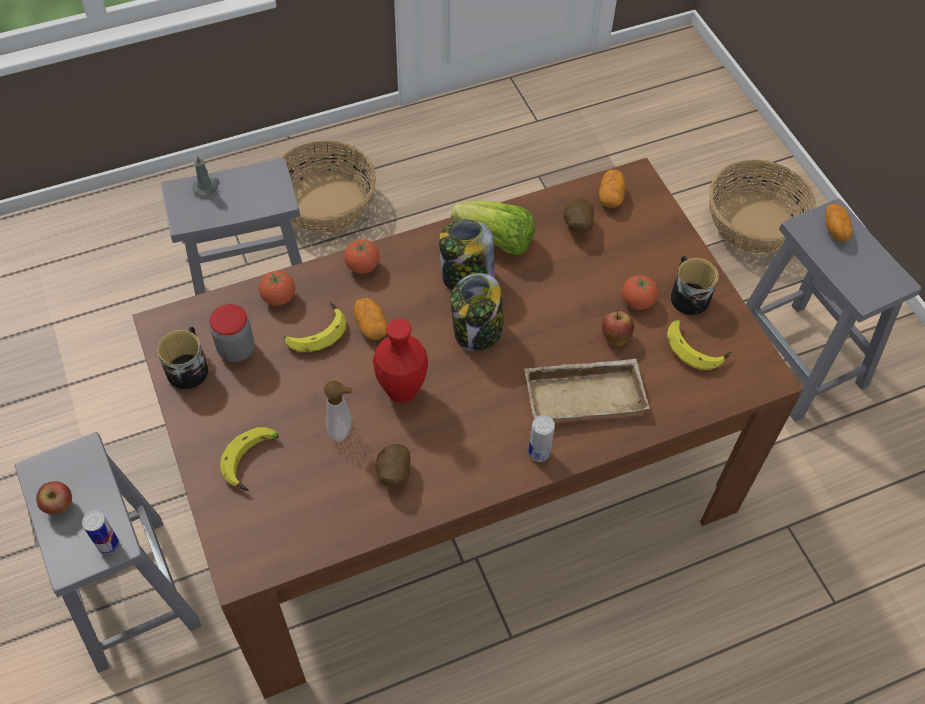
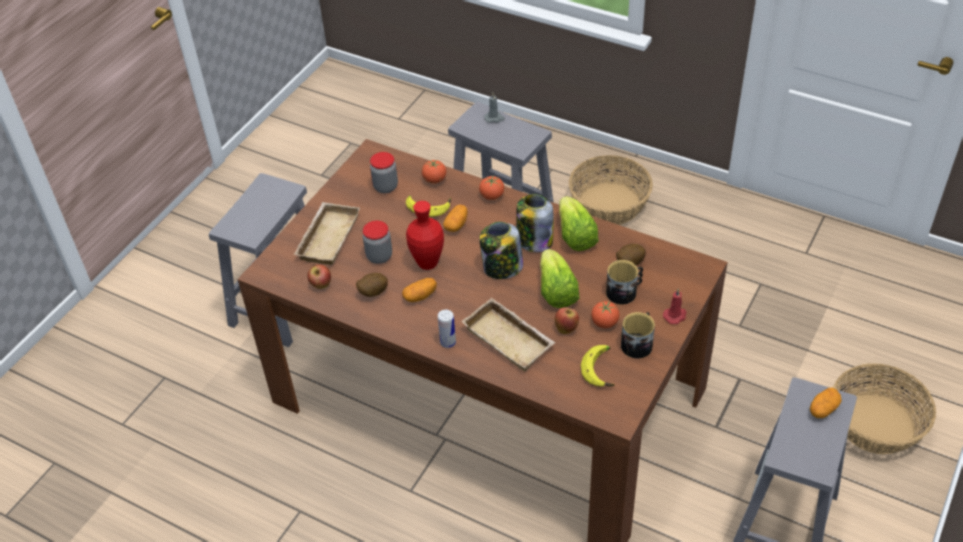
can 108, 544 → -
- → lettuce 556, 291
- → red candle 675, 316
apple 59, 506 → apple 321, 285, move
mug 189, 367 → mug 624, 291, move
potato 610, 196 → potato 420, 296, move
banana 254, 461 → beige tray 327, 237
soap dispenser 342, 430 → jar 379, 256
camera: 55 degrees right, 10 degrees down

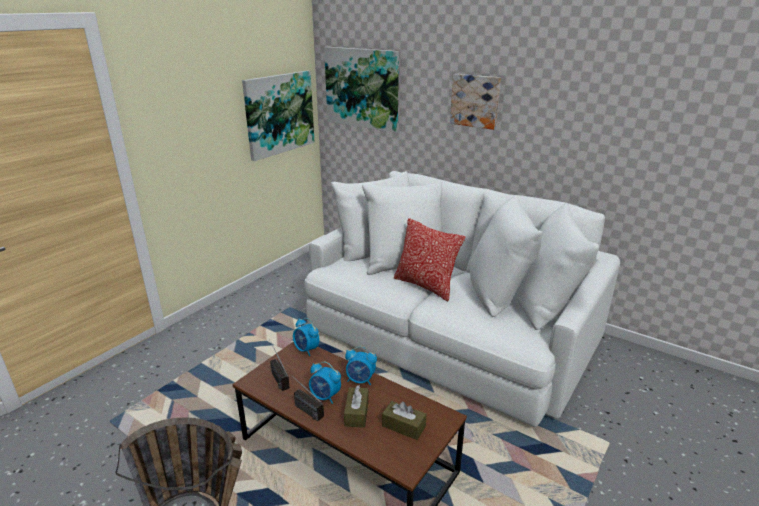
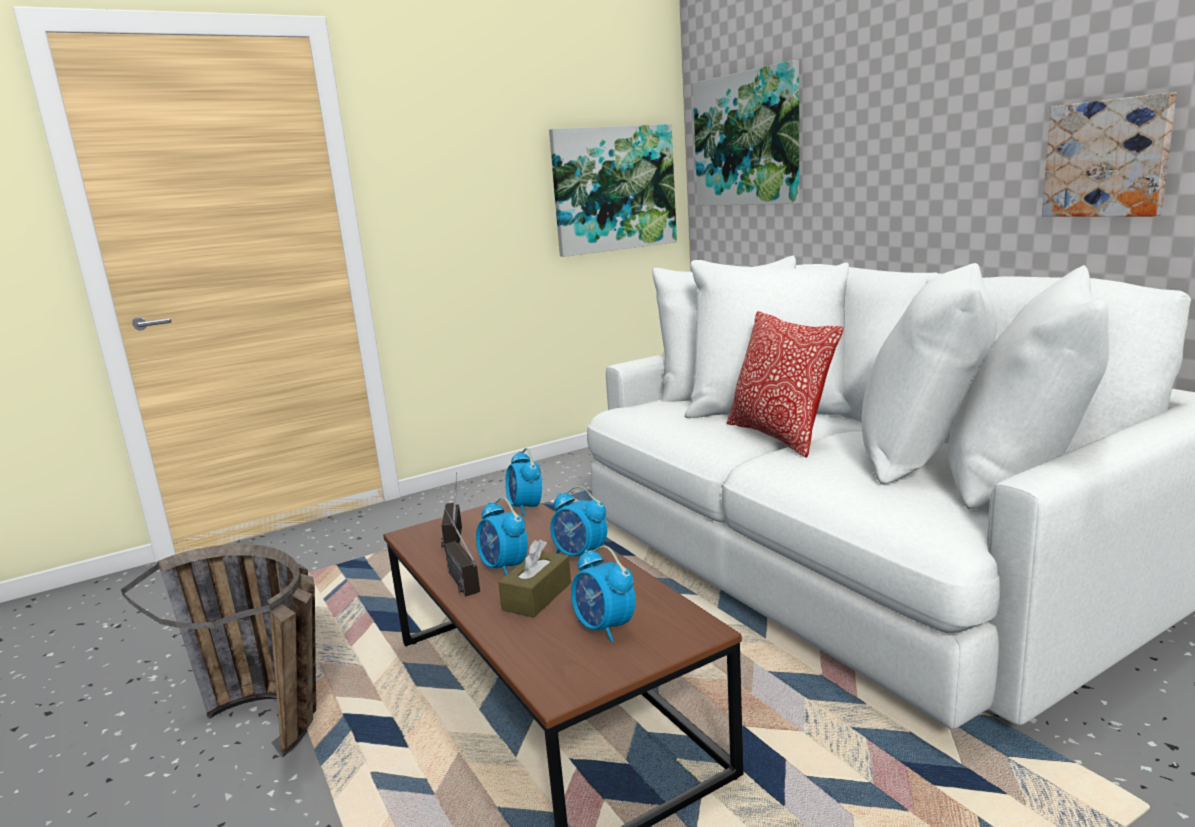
picture 475, 101 → picture 1108, 158, move
brown tissue box 403, 426 → alarm clock 604, 628
camera: 25 degrees right, 10 degrees down

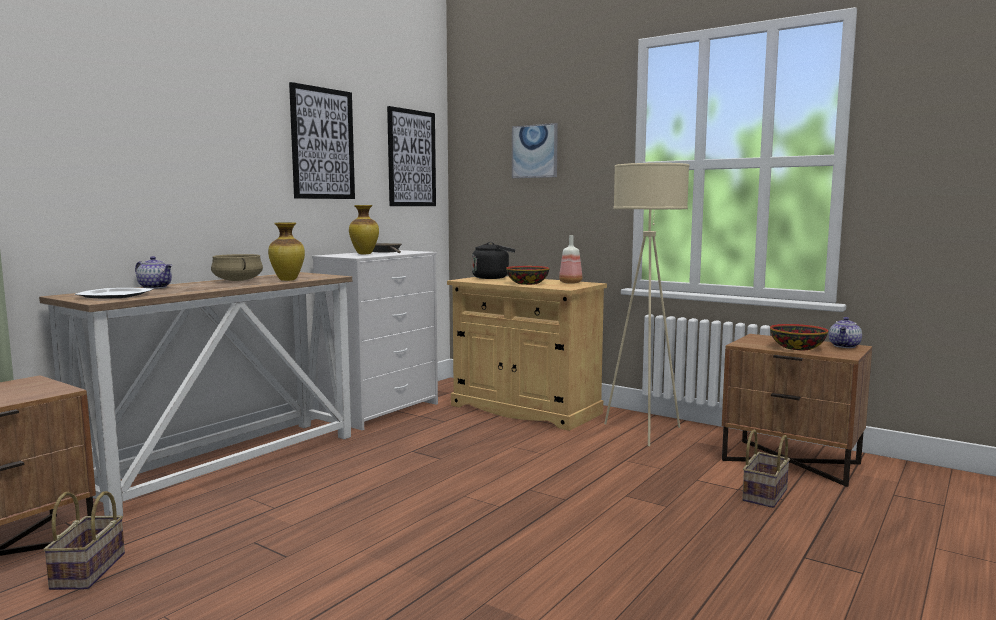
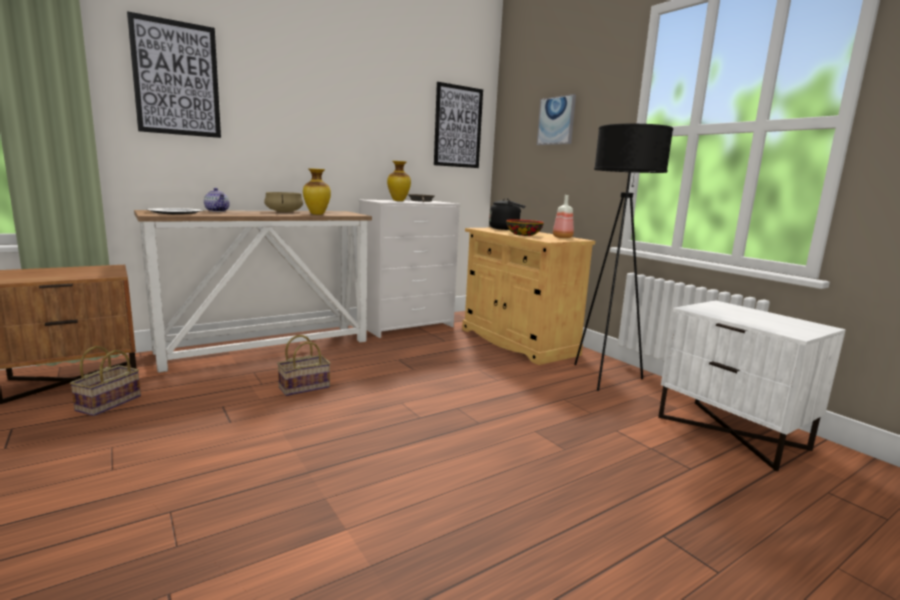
bowl 797, 348 → -
teapot 845, 346 → -
picture 322, 143 → picture 176, 79, move
basket 764, 494 → basket 305, 387, move
beige floor lamp 643, 432 → black floor lamp 604, 377
brown nightstand 791, 461 → white nightstand 732, 432
camera: 20 degrees right, 5 degrees up

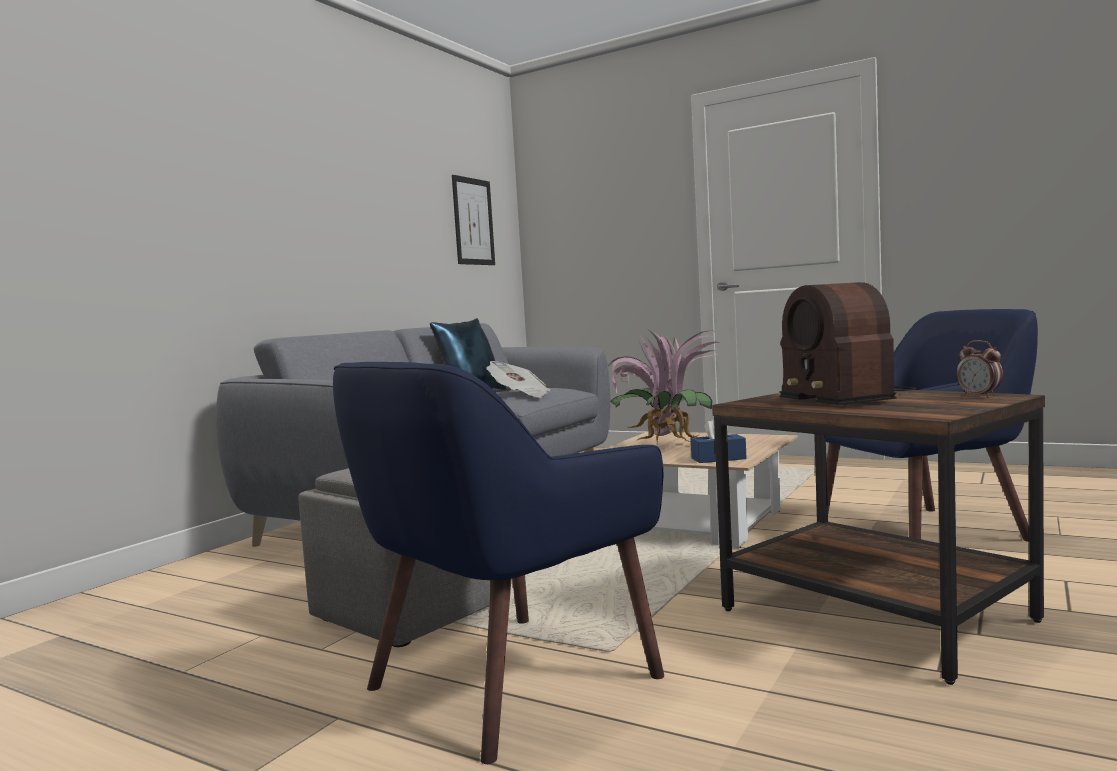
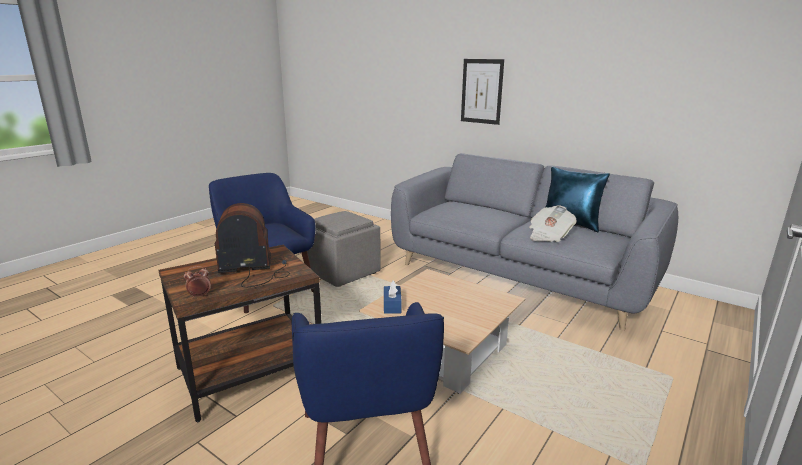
potted plant 664, 448 → -
picture 473, 221 → picture 481, 91, move
camera: 95 degrees right, 15 degrees up

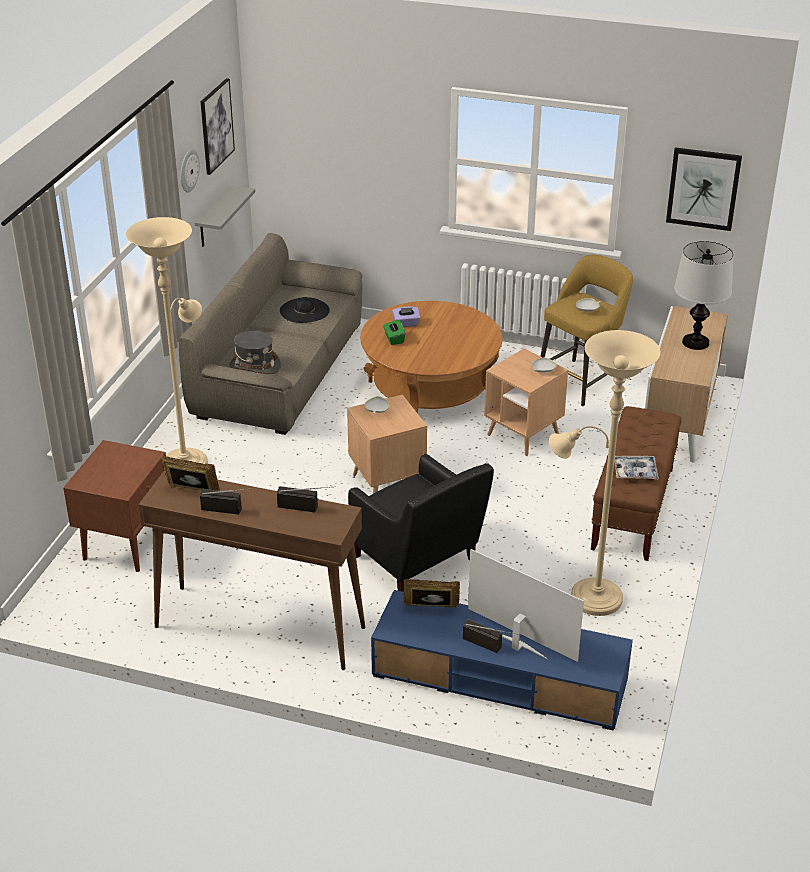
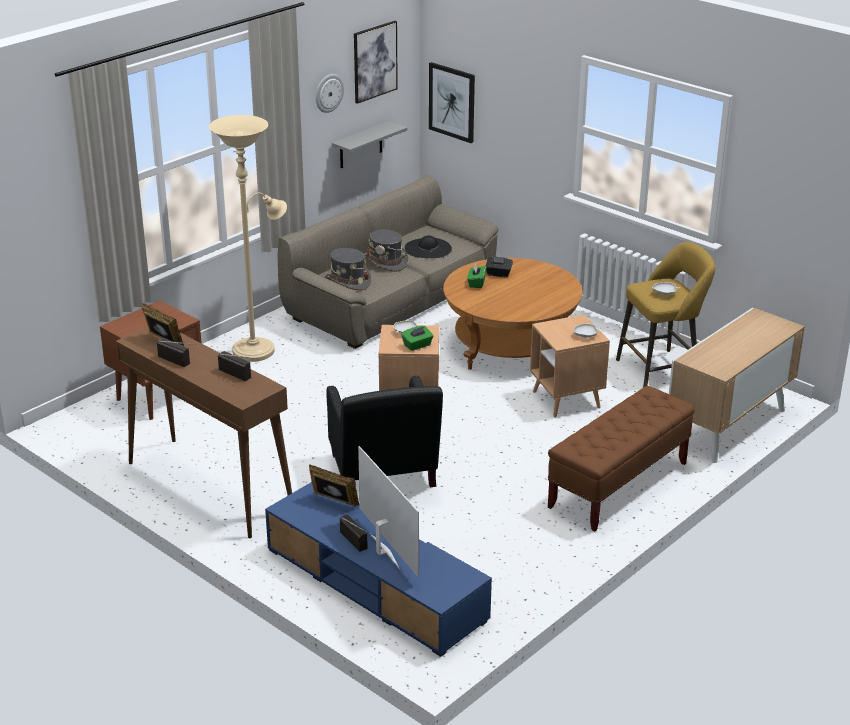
beige floor lamp 589, 596 → -
tray 635, 472 → -
table lamp 695, 343 → -
- → grey hat 386, 262
- → green tissue box 417, 345
picture 703, 188 → picture 452, 102, move
purple tissue box 406, 324 → black tissue box 498, 274
camera: 25 degrees right, 5 degrees down

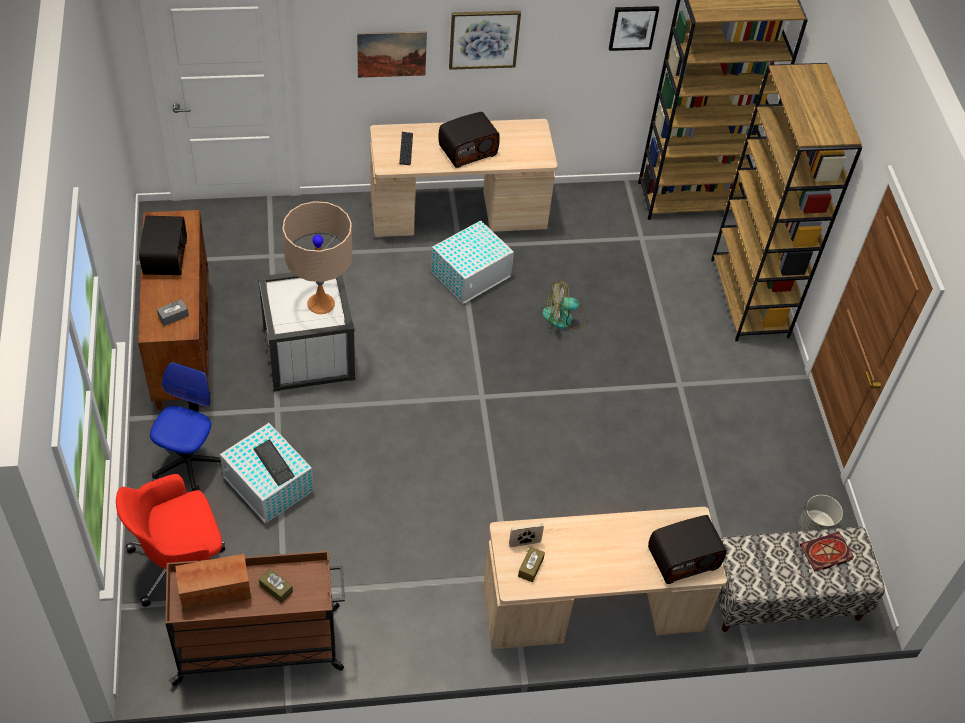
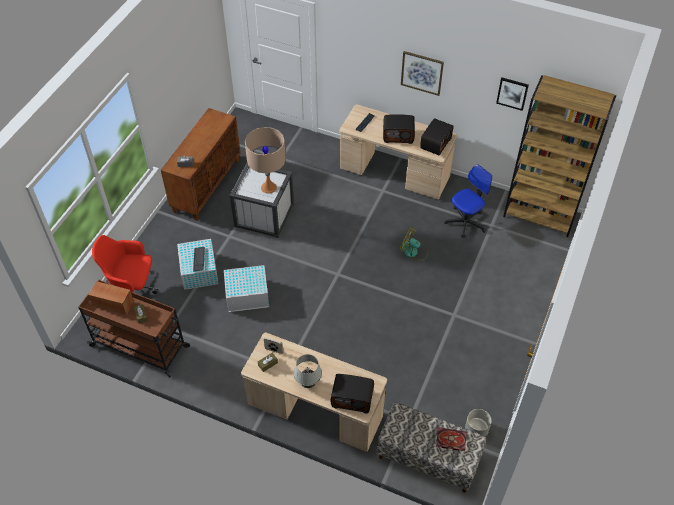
picture 391, 54 → -
brown bookcase 750, 298 → -
- → white table lamp 308, 384
radio 164, 256 → radio 435, 143, move
office chair 189, 461 → office chair 465, 222, move
white storage box 471, 274 → white storage box 248, 295, move
camera: 35 degrees right, 0 degrees up

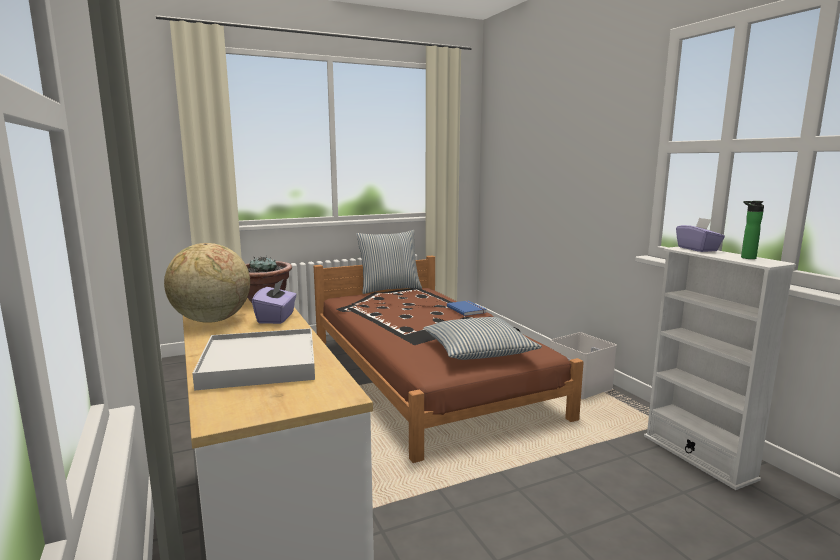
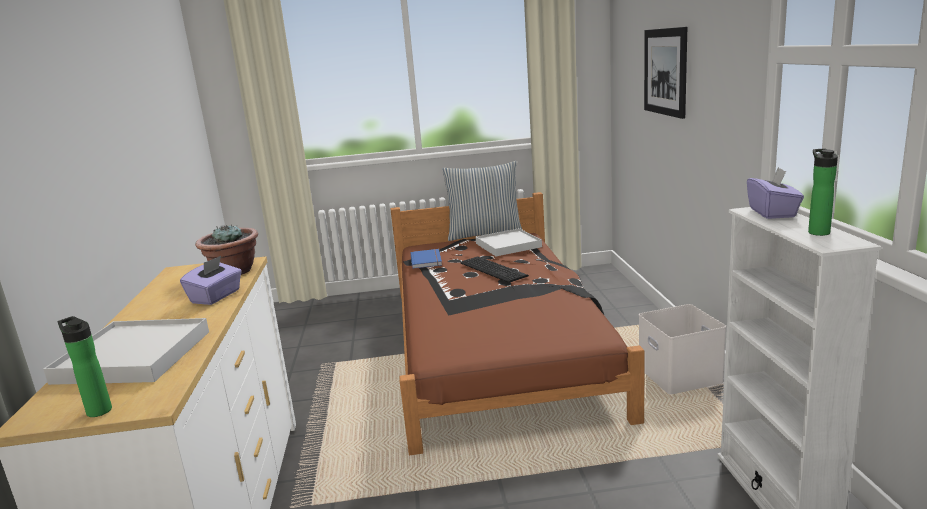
globe 211, 320 → -
pillow 478, 350 → -
- → bottle 97, 410
- → keyboard 493, 269
- → white tray 508, 245
- → picture 665, 71
blue book 467, 309 → blue book 427, 260, move
camera: 20 degrees right, 5 degrees up

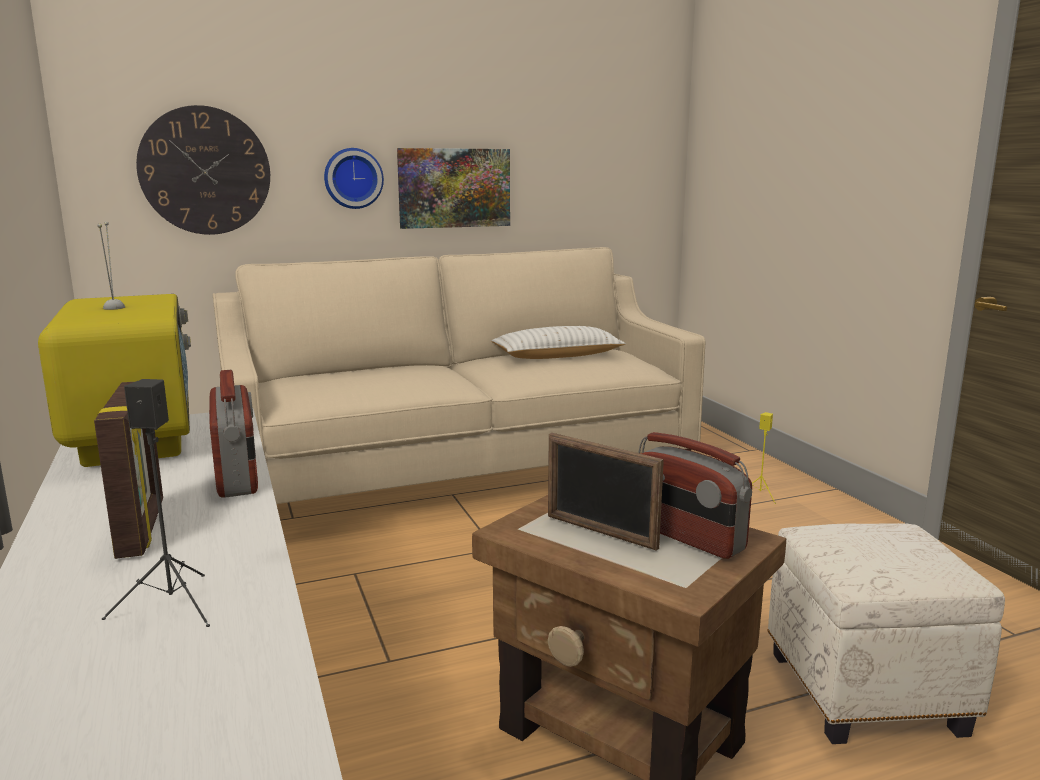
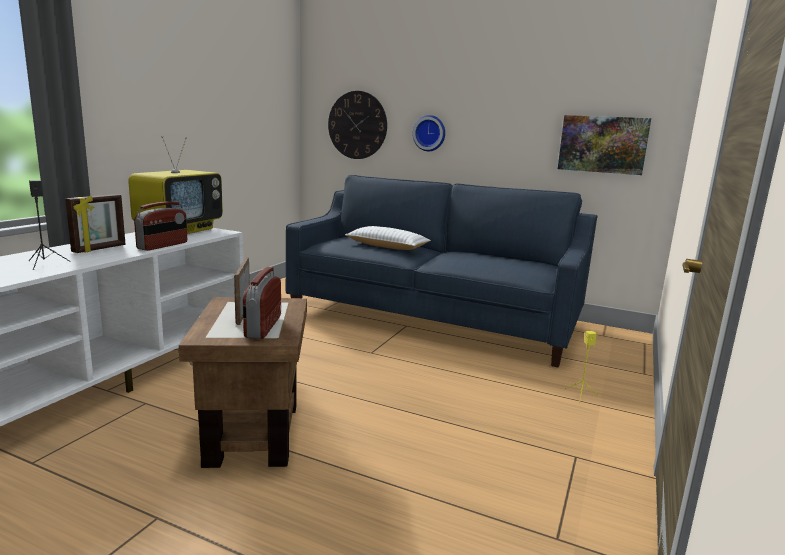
white ottoman 867, 694 → -
picture 454, 188 → picture 602, 144, move
white pillow 557, 356 → white pillow 387, 247, move
beige sofa 459, 470 → blue sofa 434, 317
camera: 45 degrees right, 0 degrees up

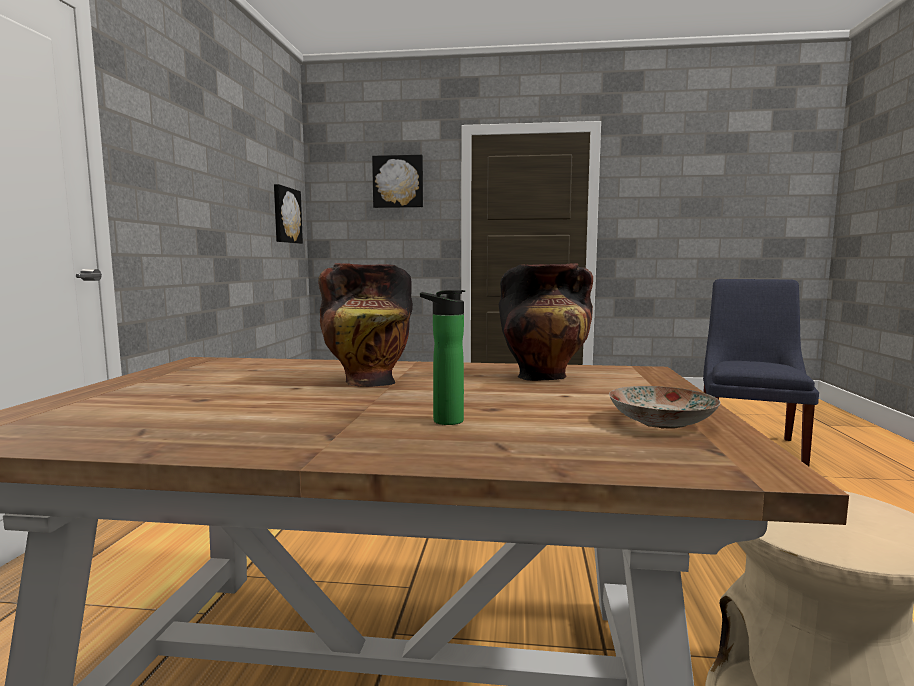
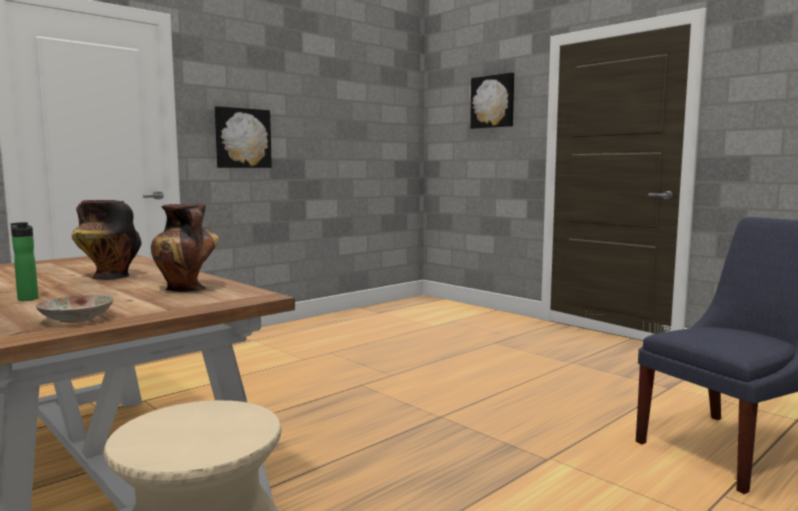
picture 286, 215 → picture 242, 138, move
camera: 40 degrees right, 0 degrees up

